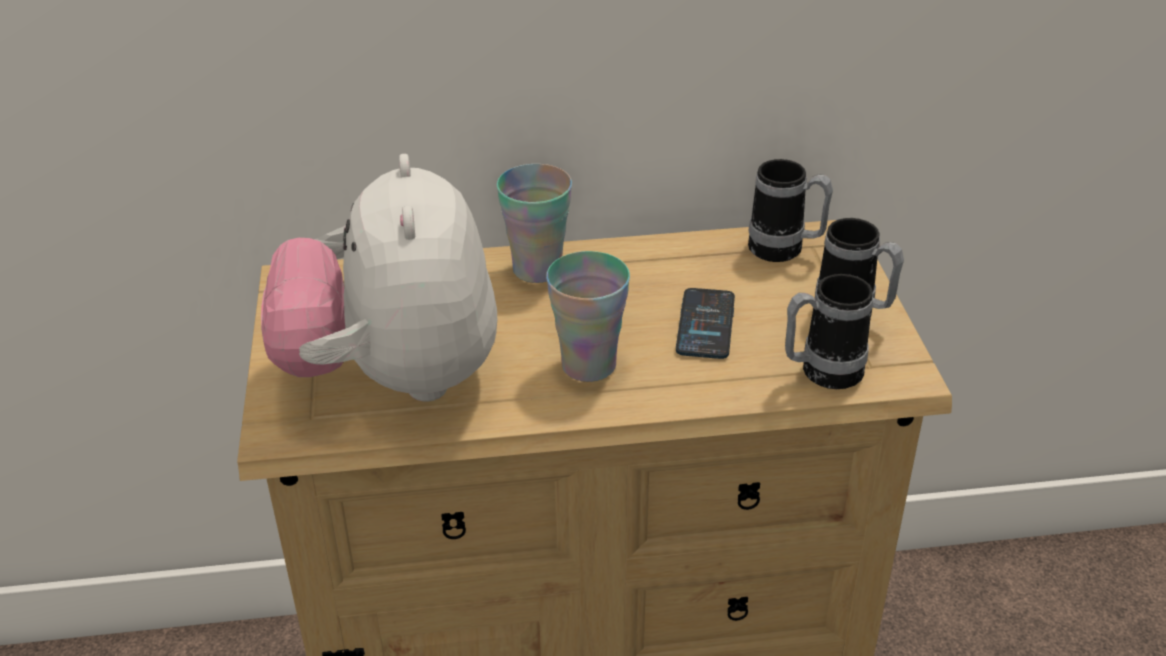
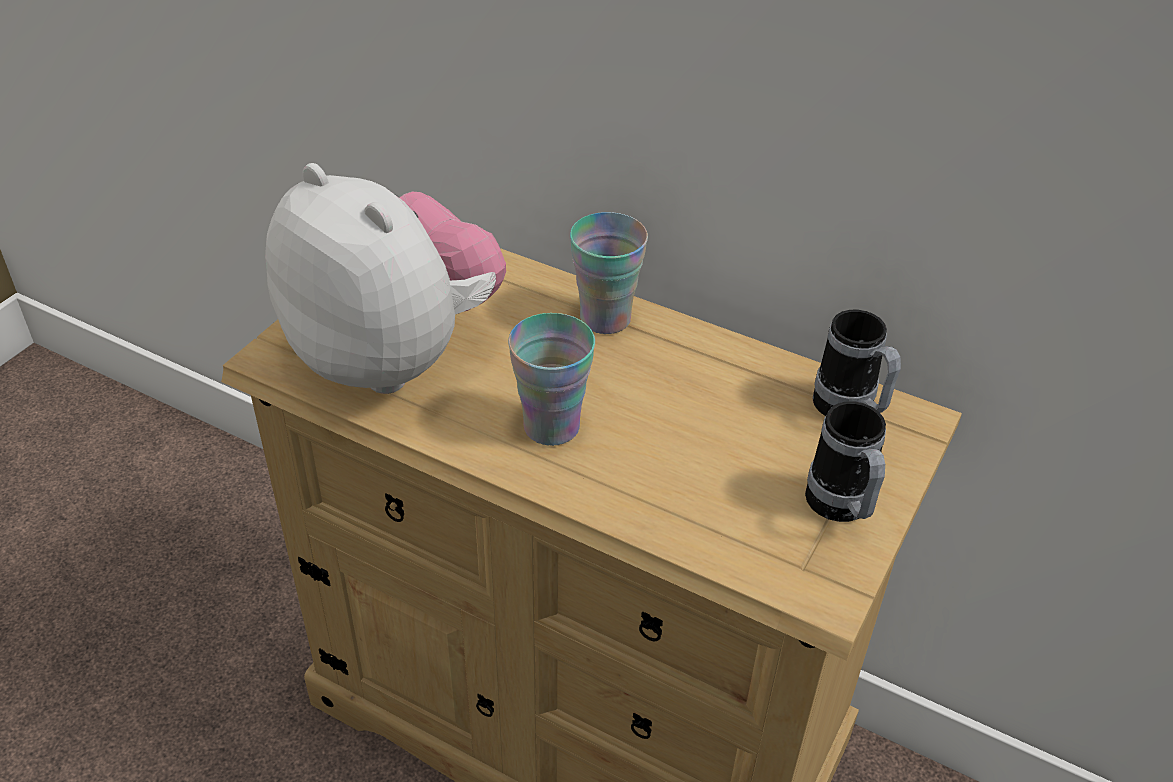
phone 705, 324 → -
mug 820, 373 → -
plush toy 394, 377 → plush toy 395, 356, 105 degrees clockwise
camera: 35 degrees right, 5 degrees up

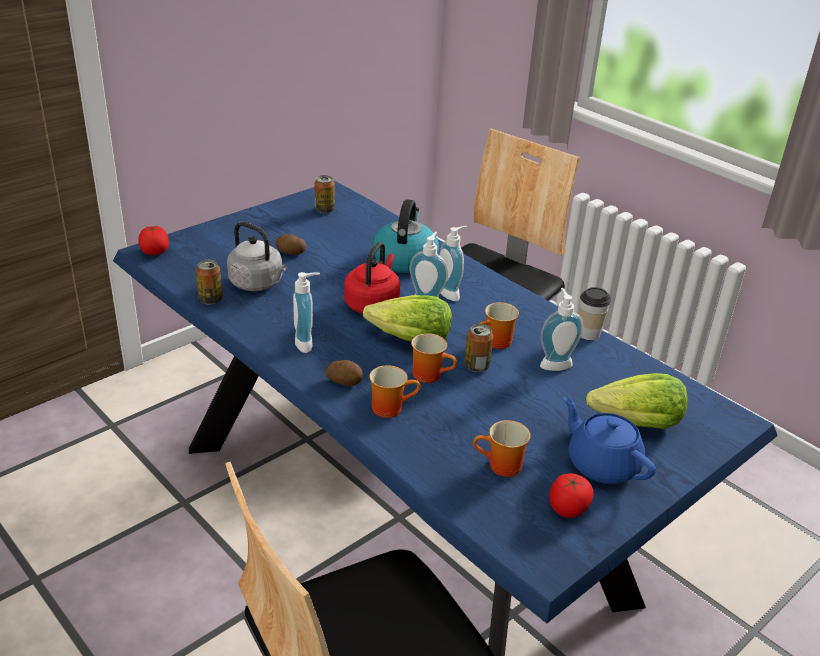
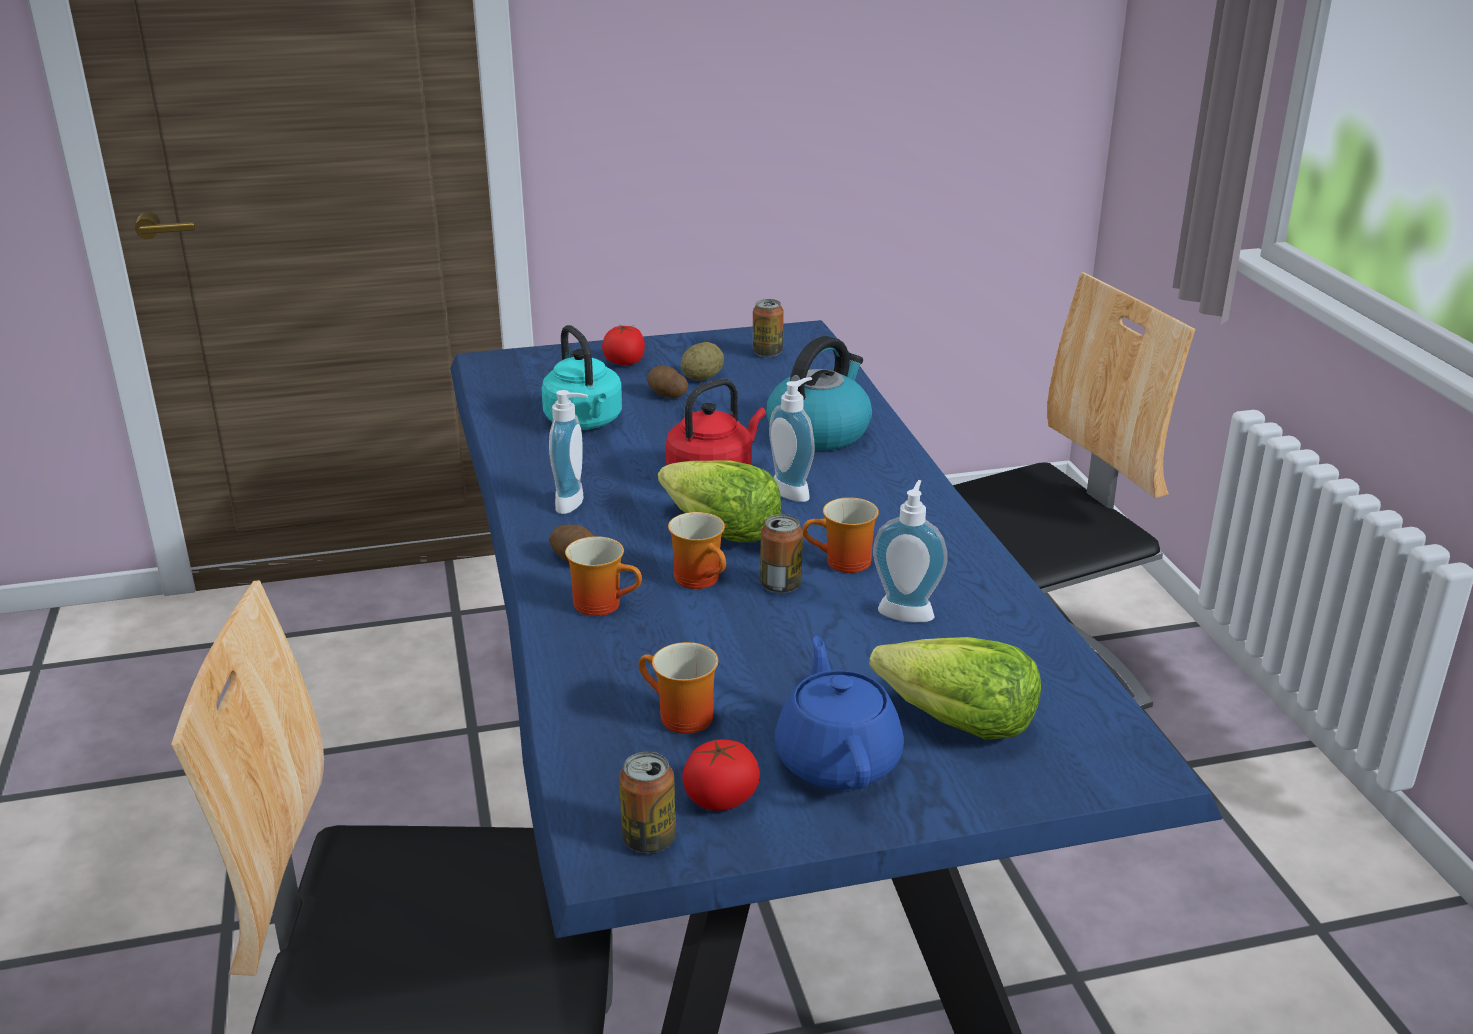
soap dispenser 451, 293 → -
cup 588, 333 → -
- → potato 702, 378
tomato 154, 252 → tomato 624, 362, move
can 210, 300 → can 649, 839, move
grey kettle 258, 284 → turquoise kettle 585, 422
camera: 30 degrees right, 5 degrees down

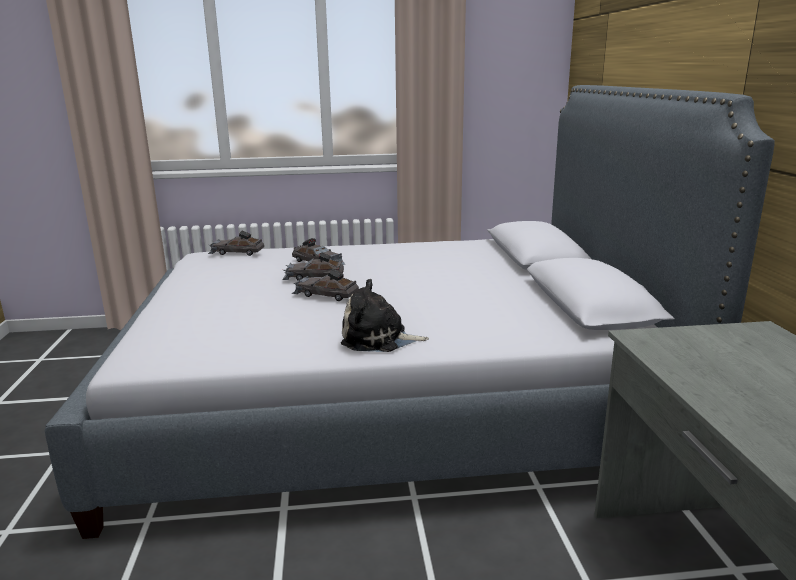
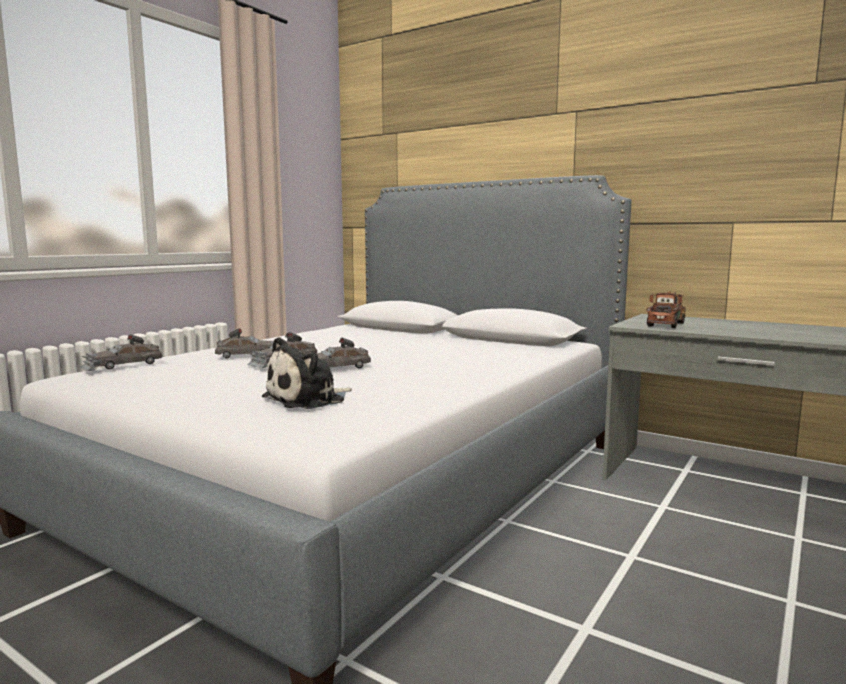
- → toy truck 667, 324
plush toy 378, 339 → plush toy 308, 399, move
camera: 50 degrees left, 10 degrees down

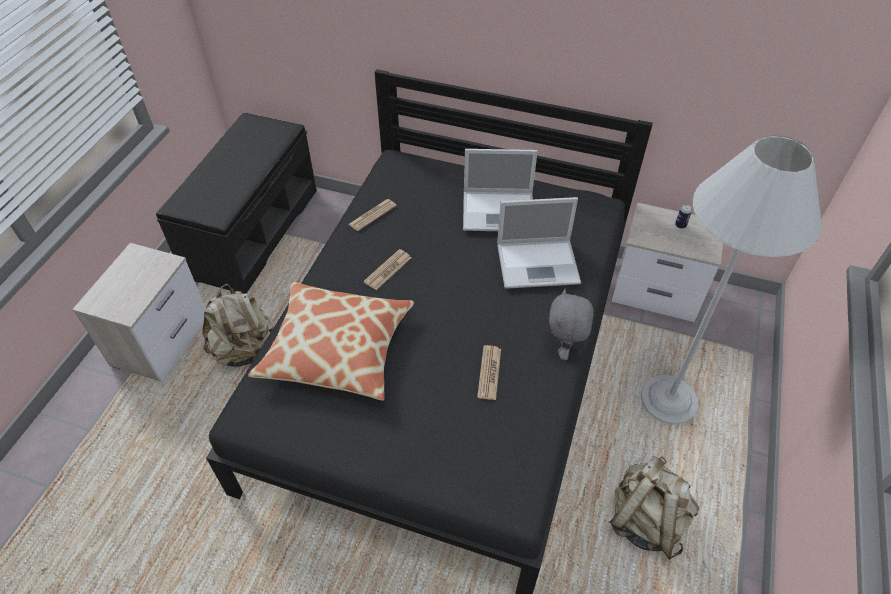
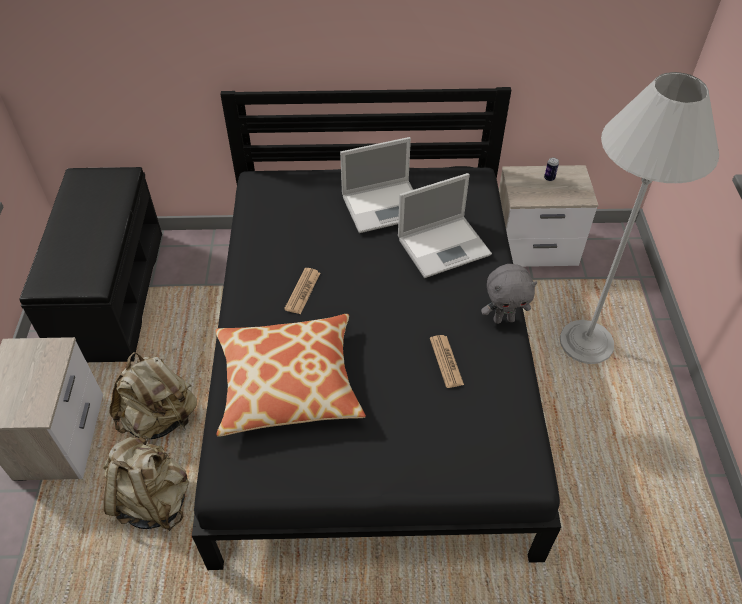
newspaper 372, 215 → -
beige backpack 645, 520 → beige backpack 153, 500, move
grey plush toy 564, 349 → grey plush toy 504, 319, 90 degrees counterclockwise
camera: 20 degrees left, 0 degrees up

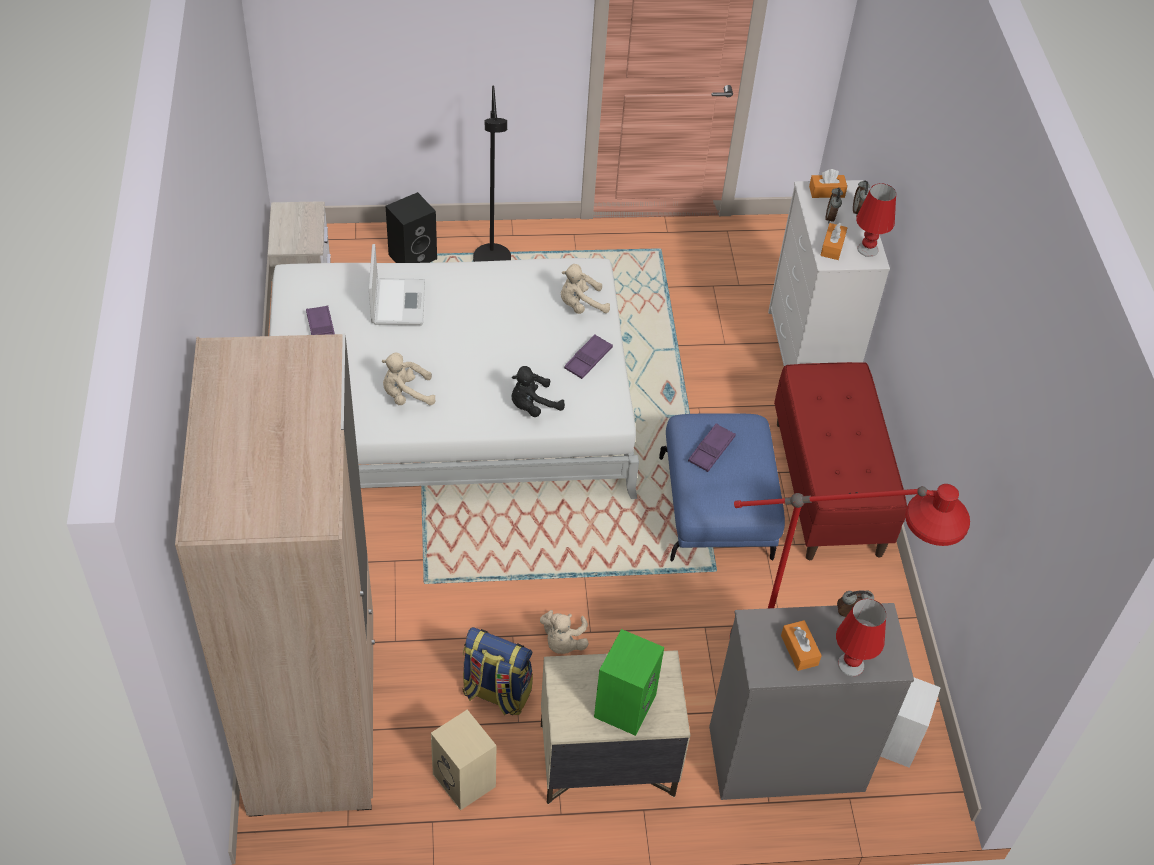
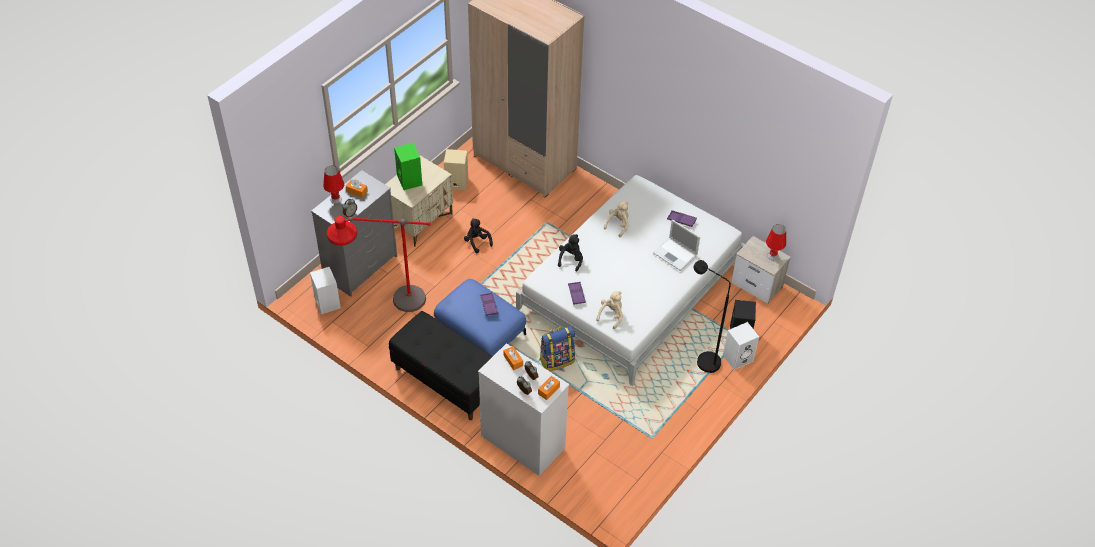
- → white speaker 738, 357
backpack 496, 693 → backpack 557, 360, move
red table lamp 868, 249 → red table lamp 772, 256, move
beige plush toy 562, 642 → black plush toy 477, 242
red bench 828, 487 → black bench 446, 380
camera: 135 degrees right, 0 degrees up

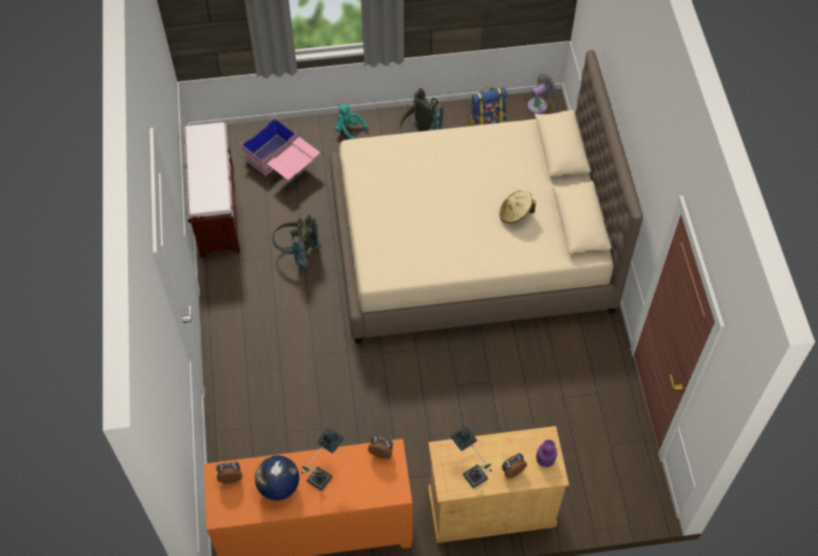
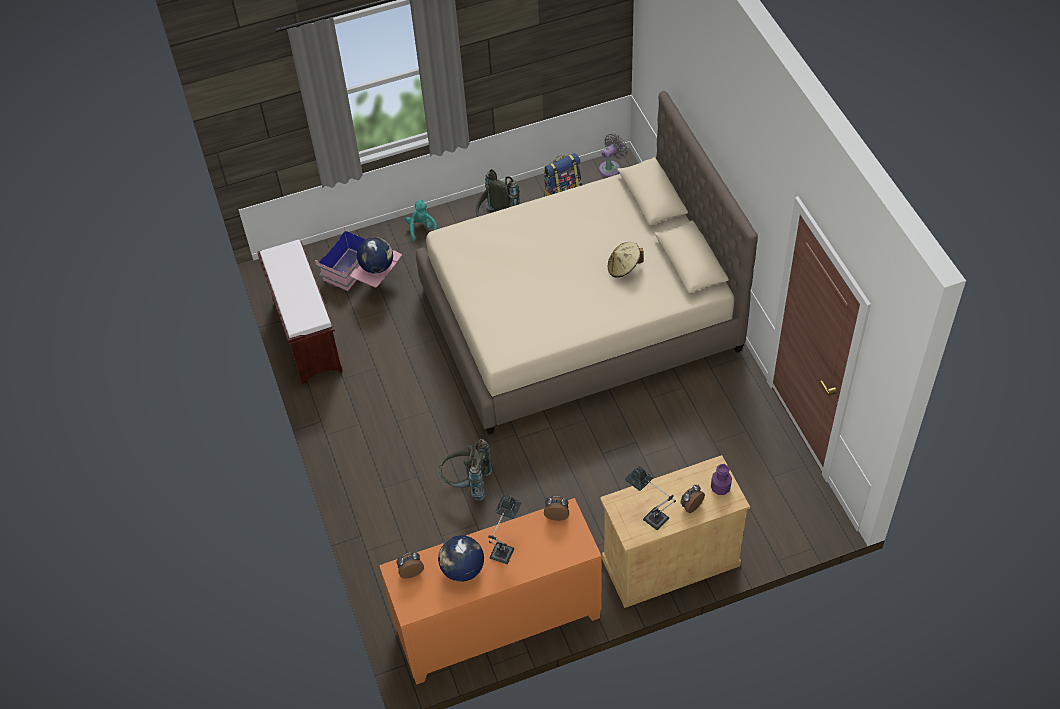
- → globe 377, 267
grey backpack 296, 252 → grey backpack 467, 484, move
turquoise plush toy 348, 129 → turquoise plush toy 422, 229, 60 degrees clockwise
camera: 10 degrees left, 5 degrees down

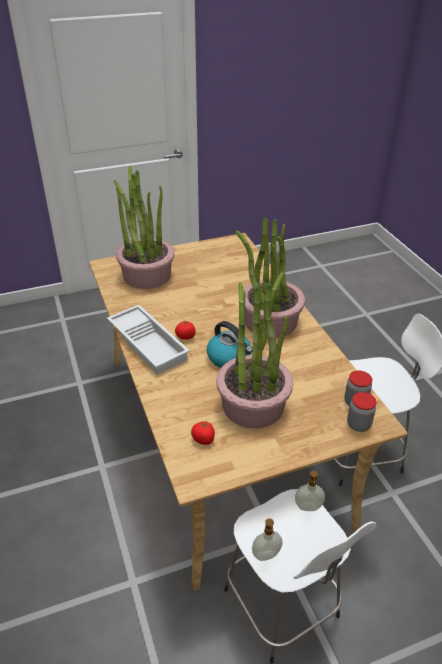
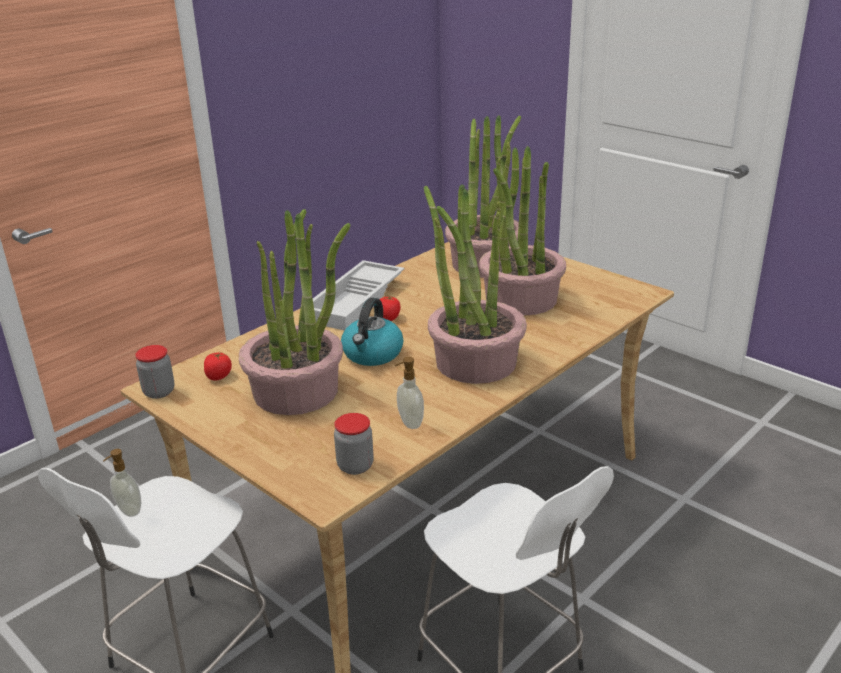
- → potted plant 520, 299
soap dispenser 308, 507 → soap dispenser 409, 423, move
jar 358, 424 → jar 159, 392, move
camera: 65 degrees right, 10 degrees down

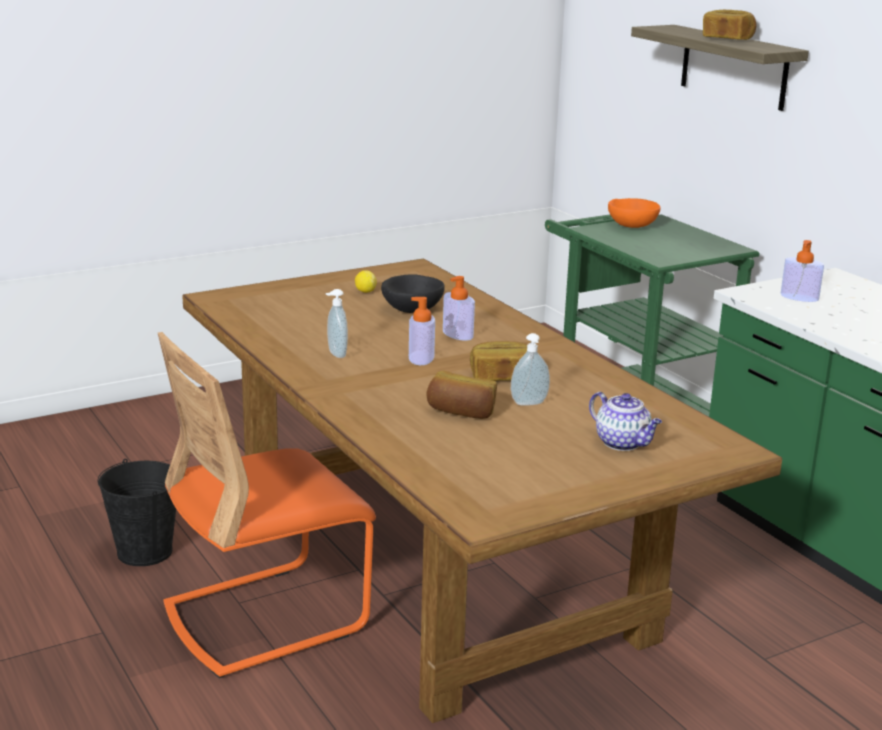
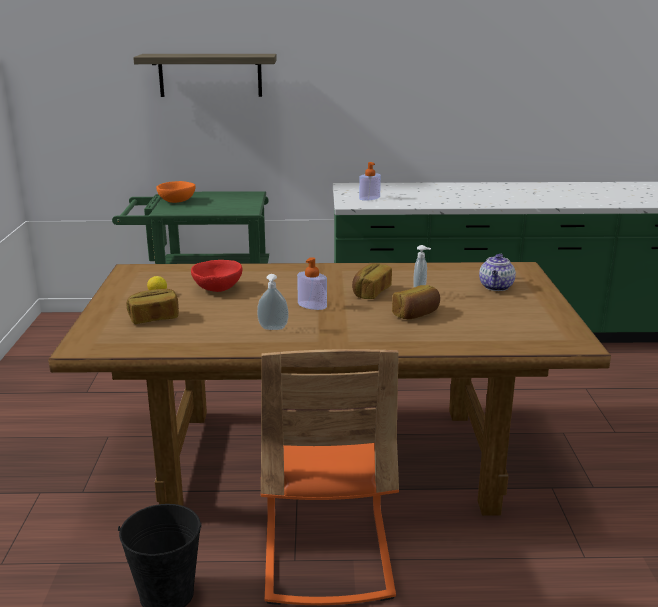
soap dispenser 458, 334 → -
bread 727, 39 → bread 154, 318, move
black bowl 413, 309 → red bowl 217, 288
teapot 623, 443 → teapot 496, 287, 120 degrees clockwise
camera: 60 degrees left, 0 degrees up

